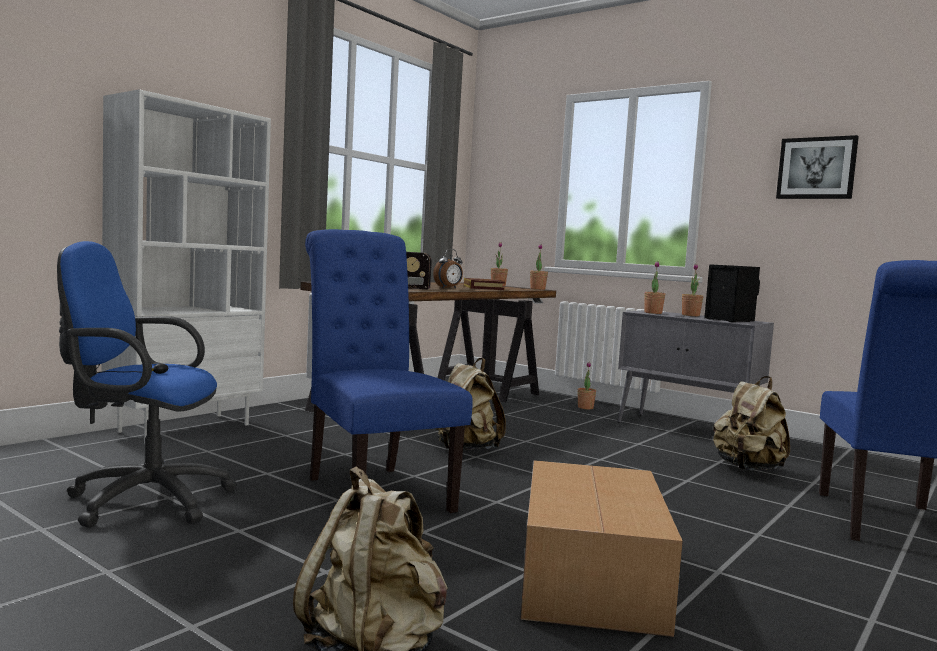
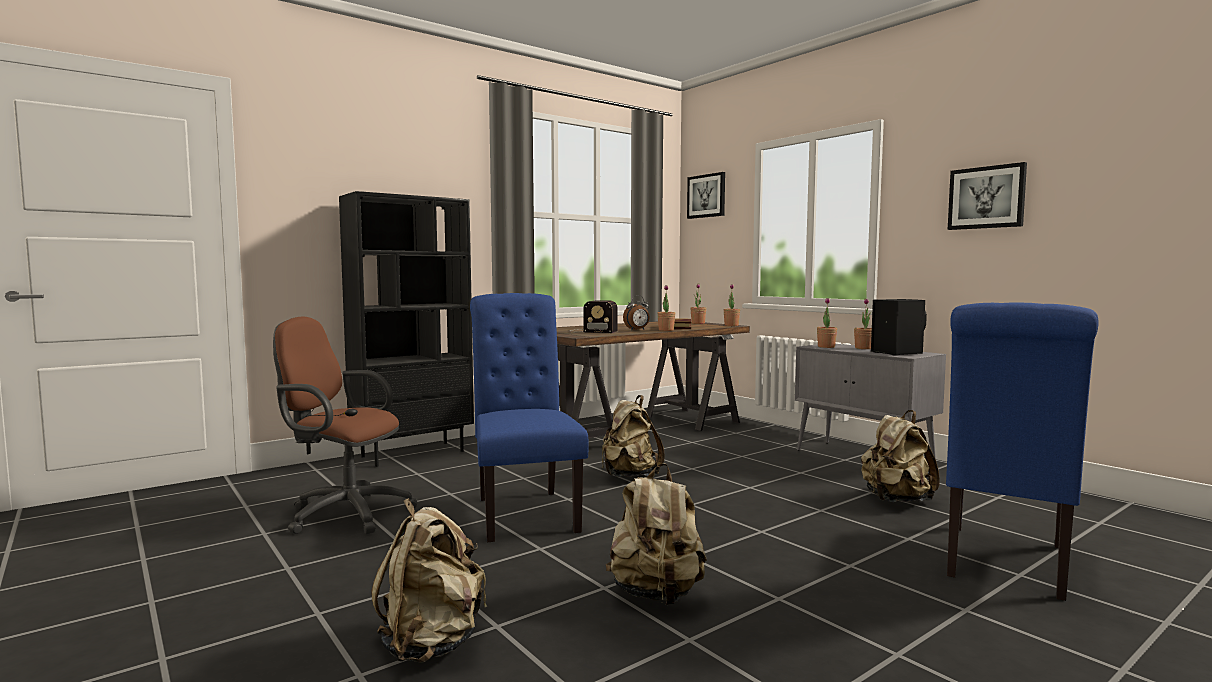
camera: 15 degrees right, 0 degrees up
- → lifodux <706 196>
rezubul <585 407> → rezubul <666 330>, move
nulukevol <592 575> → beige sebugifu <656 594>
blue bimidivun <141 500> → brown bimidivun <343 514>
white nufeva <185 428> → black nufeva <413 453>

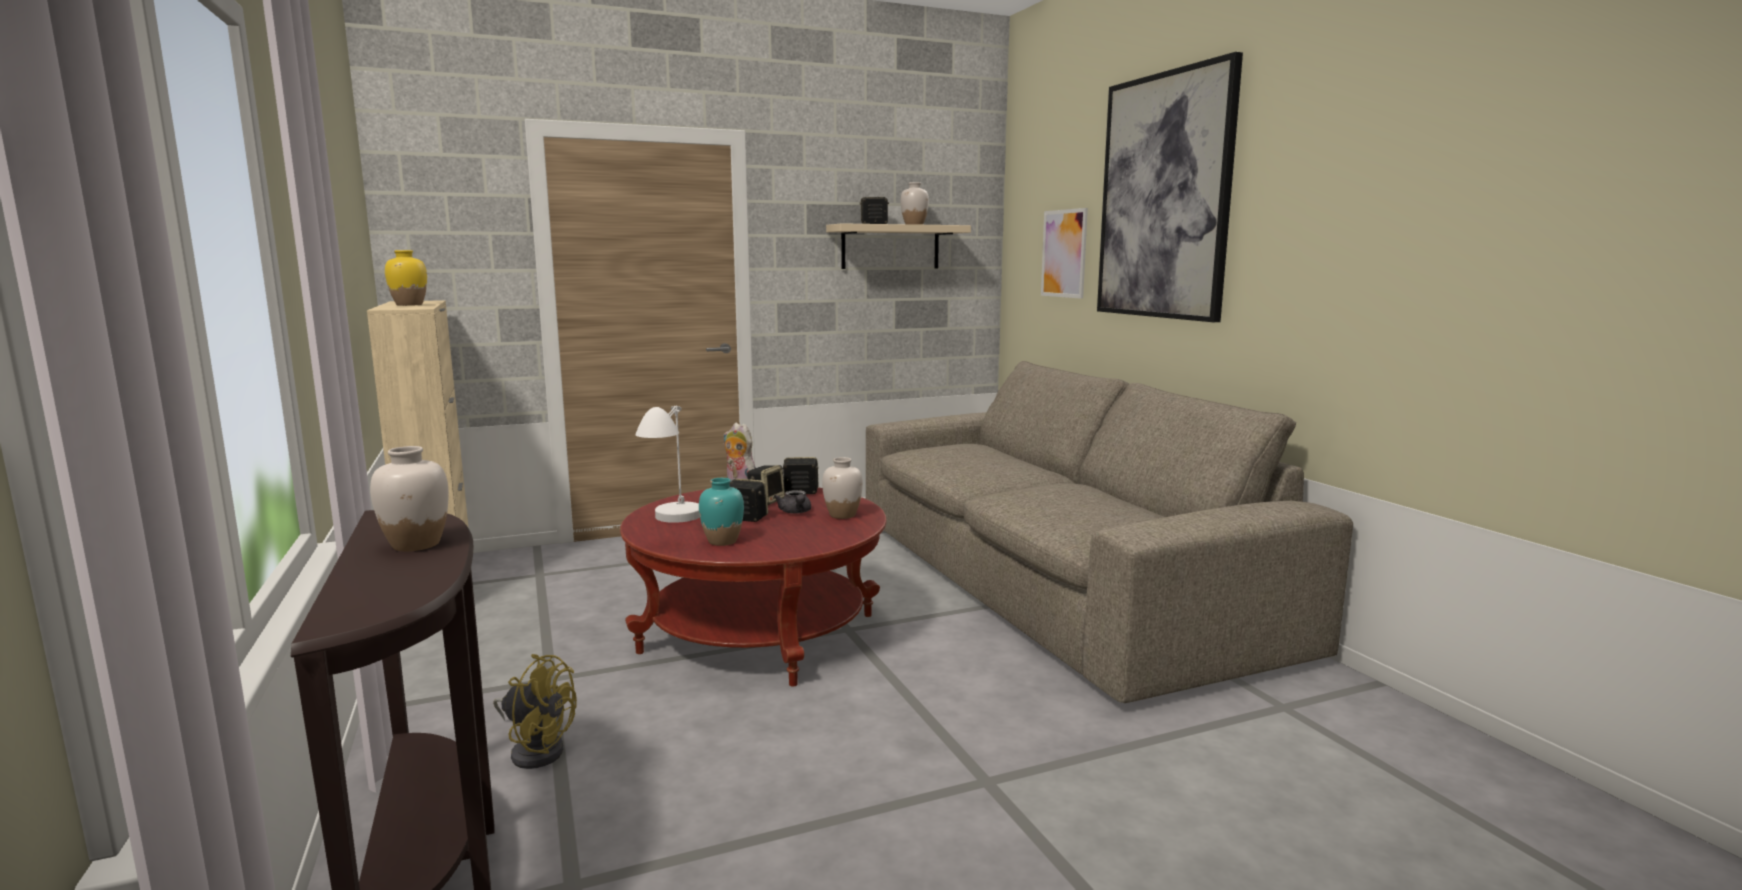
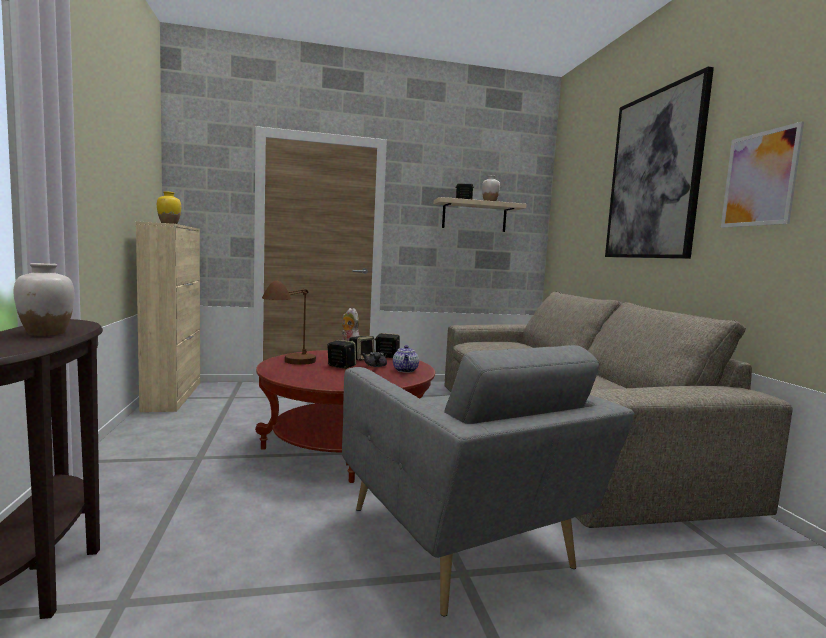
camera: 10 degrees right, 5 degrees down
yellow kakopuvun <536 749> → -
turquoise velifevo <723 541> → -
- → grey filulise <462 542>
lifodux <1064 253> → lifodux <759 179>, move
white velifevo <842 515> → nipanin <405 370>
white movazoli <673 528> → brown movazoli <290 367>

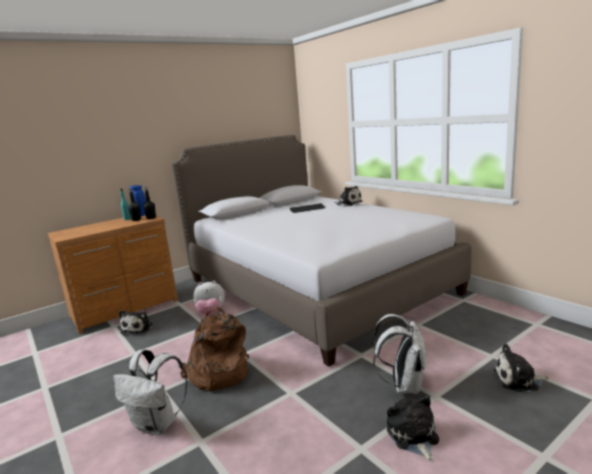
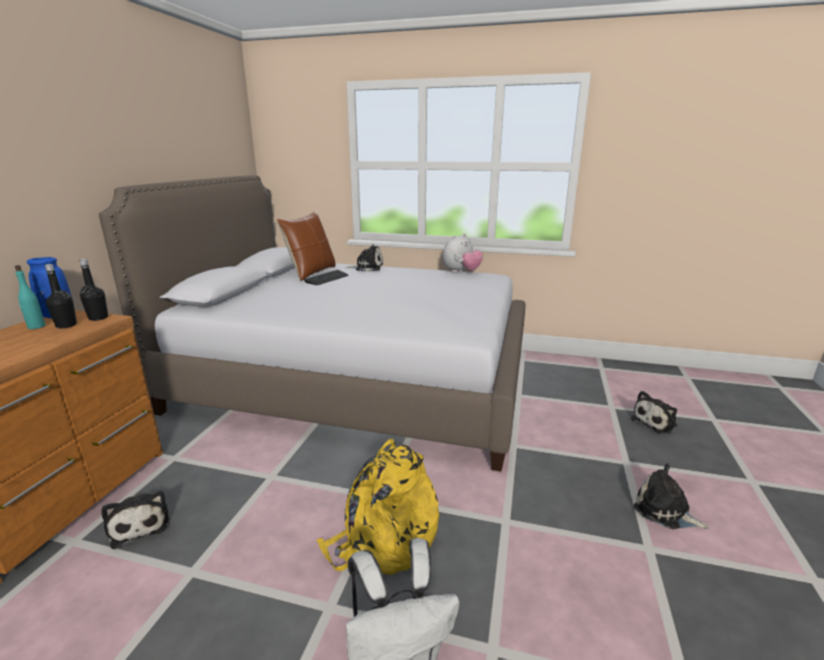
camera: 40 degrees left, 5 degrees up
white sebugifu <403 385> → -
- → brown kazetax <311 272>
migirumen <211 313> → migirumen <461 272>, move
brown sebugifu <217 374> → yellow sebugifu <383 540>

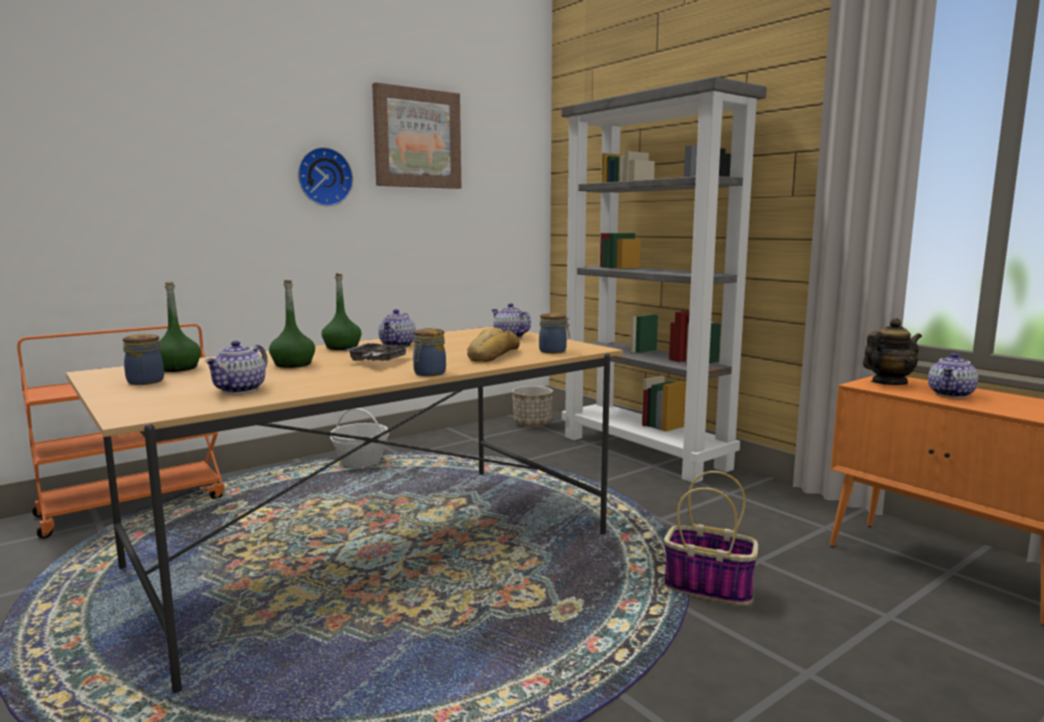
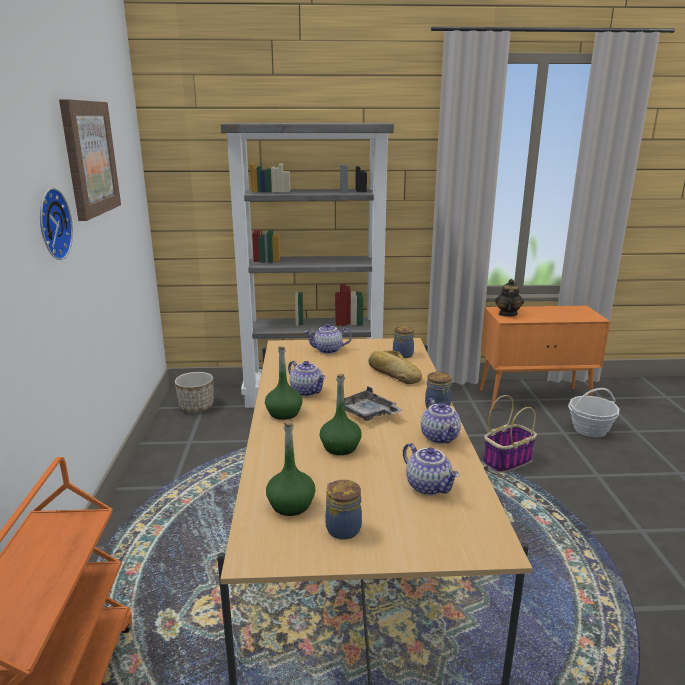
camera: 55 degrees left, 10 degrees up
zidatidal <360 462> → zidatidal <590 429>, move
nipanin <952 394> → nipanin <440 437>, move

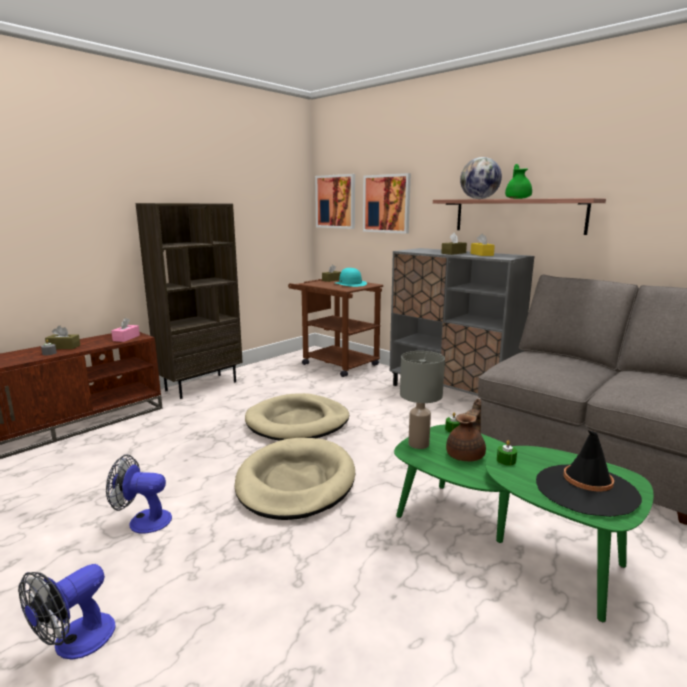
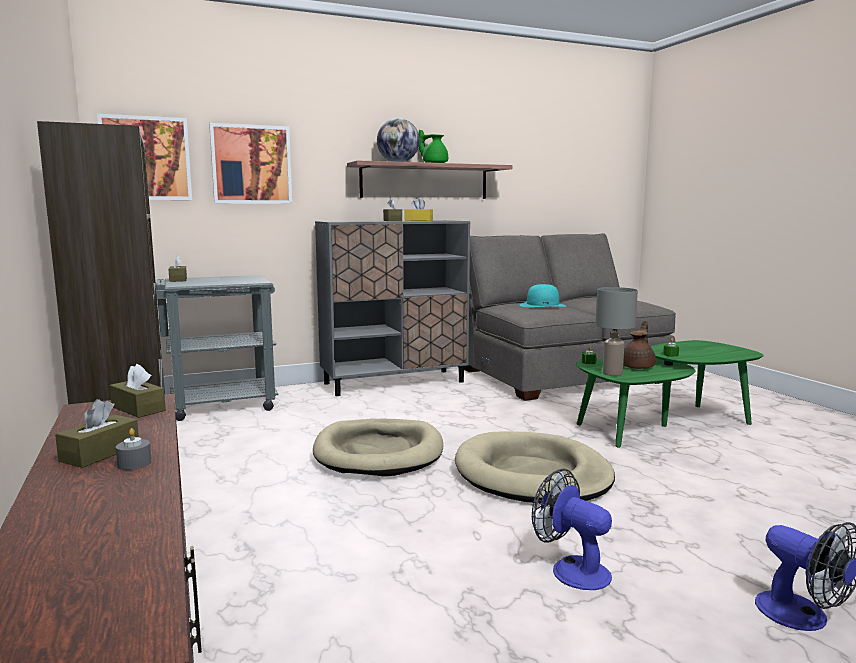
camera: 65 degrees left, 5 degrees down
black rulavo <585 490> → -
turquoise rulavo <350 284> → turquoise rulavo <542 305>, move
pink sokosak <126 338> → brown sokosak <138 409>
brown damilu <335 363> → grey damilu <211 405>
kakopuvun <143 521> → kakopuvun <571 569>, 105 degrees clockwise
brown nipanin <466 455> → brown nipanin <638 367>, 60 degrees clockwise

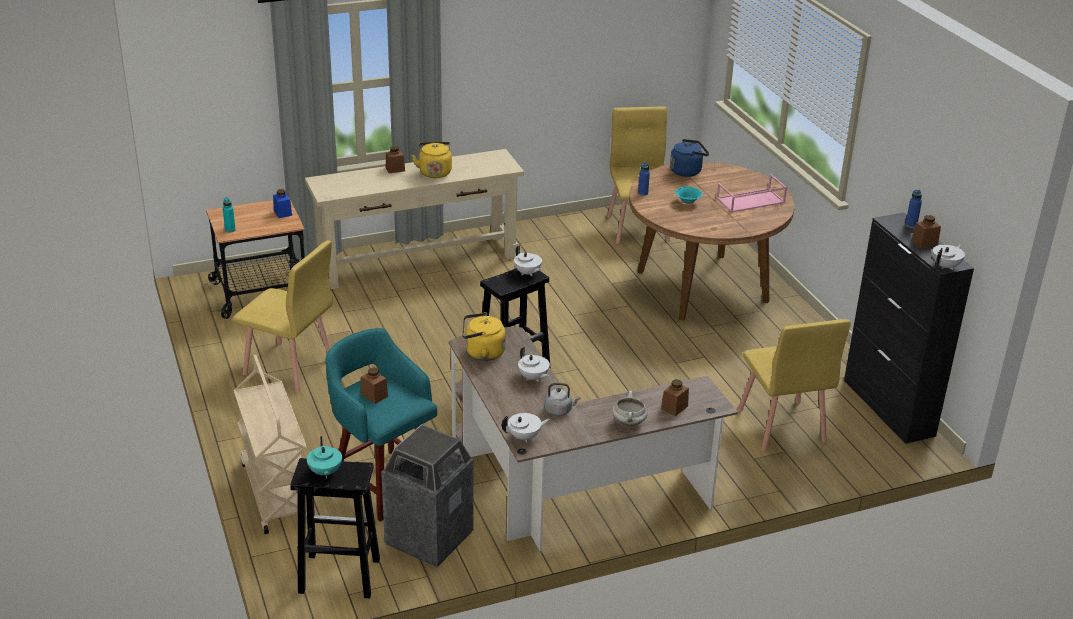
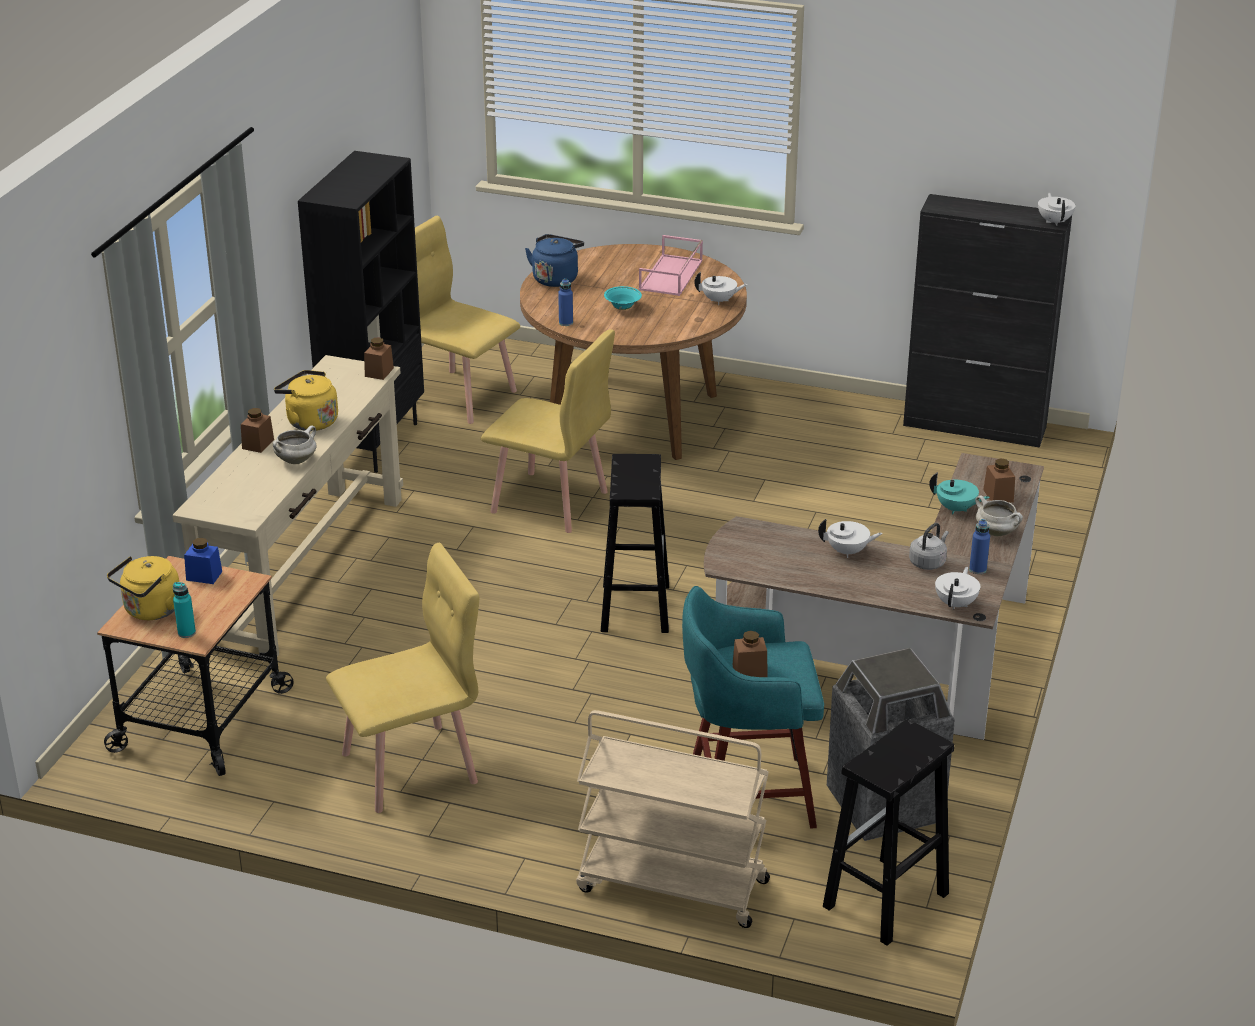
camera: 50 degrees left, 0 degrees up
- → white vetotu <296 460>
- → black nufeva <374 443>
turquoise nipanin <325 472> → turquoise nipanin <956 509>, move
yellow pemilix <482 353> → yellow pemilix <150 611>, move
white nipanin <527 273> → white nipanin <719 301>, move
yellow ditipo <781 426> → yellow ditipo <550 502>, move
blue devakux <911 225> → blue devakux <977 569>, move
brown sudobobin <924 242> → brown sudobobin <379 372>, move

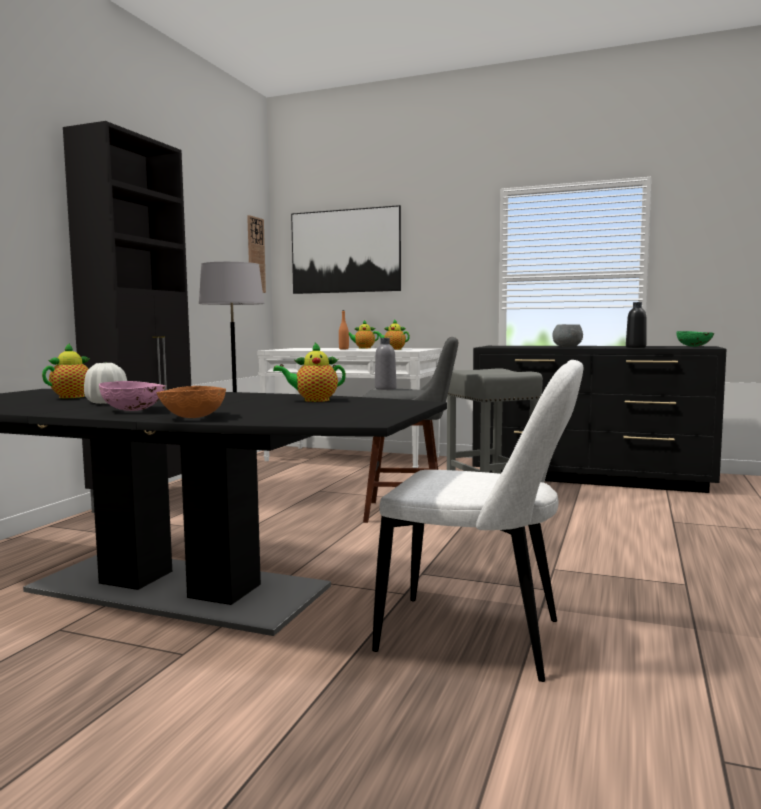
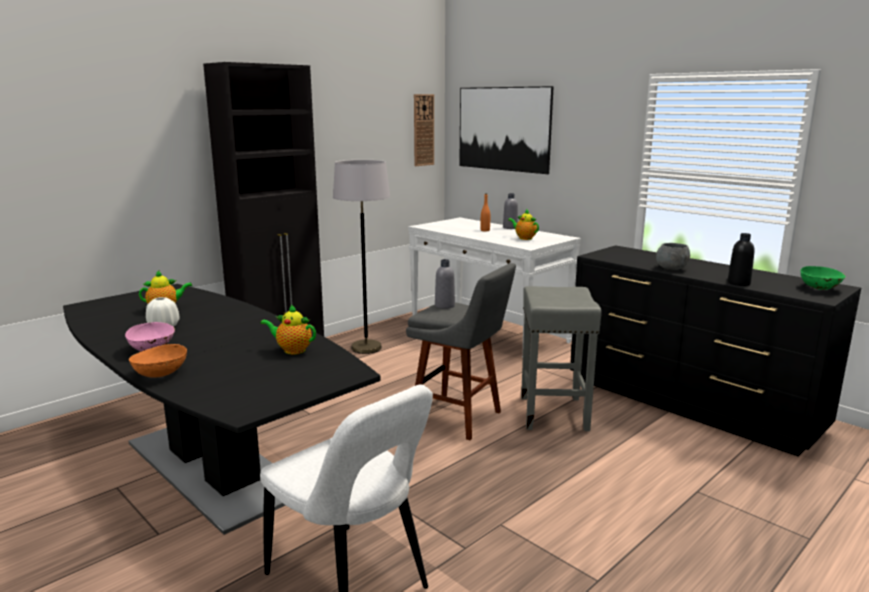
camera: 25 degrees right, 10 degrees up
nipanin <363 348> → grey devakux <510 227>

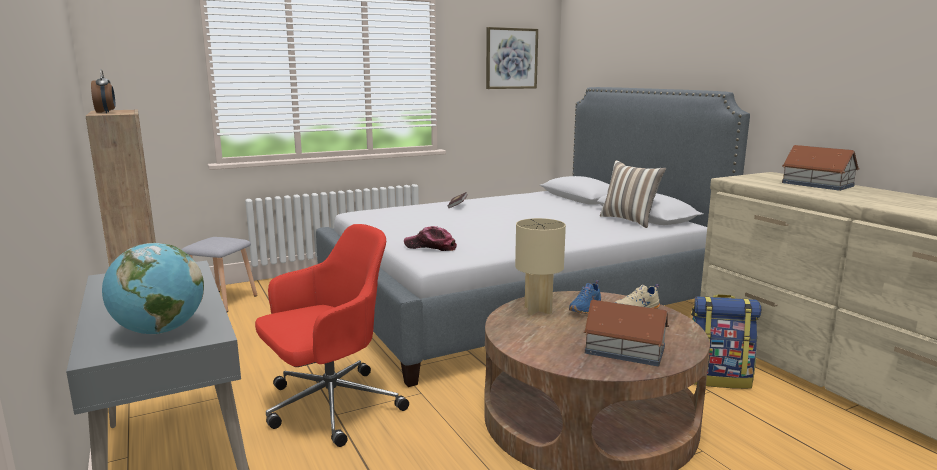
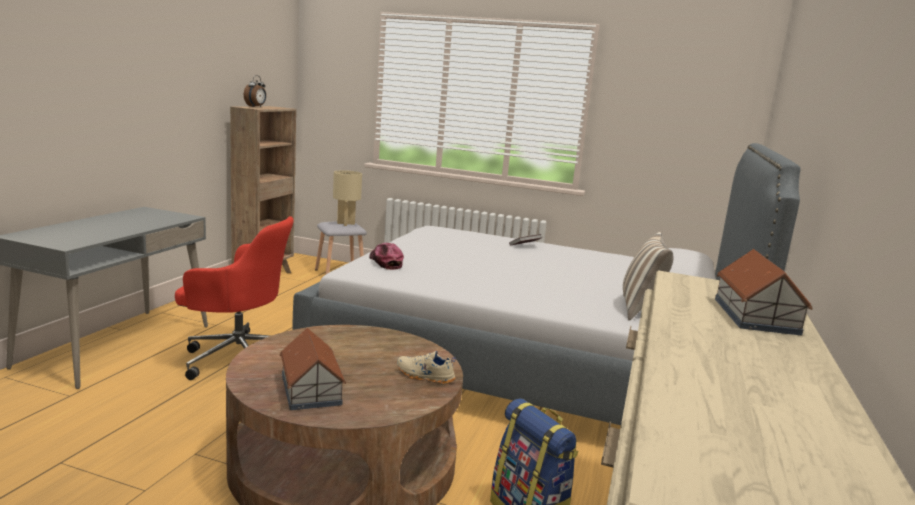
camera: 45 degrees right, 0 degrees up
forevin <159 331> → -
lifodux <511 58> → -
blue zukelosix <586 309> → -
beige movazoli <538 310> → beige movazoli <346 224>, move

